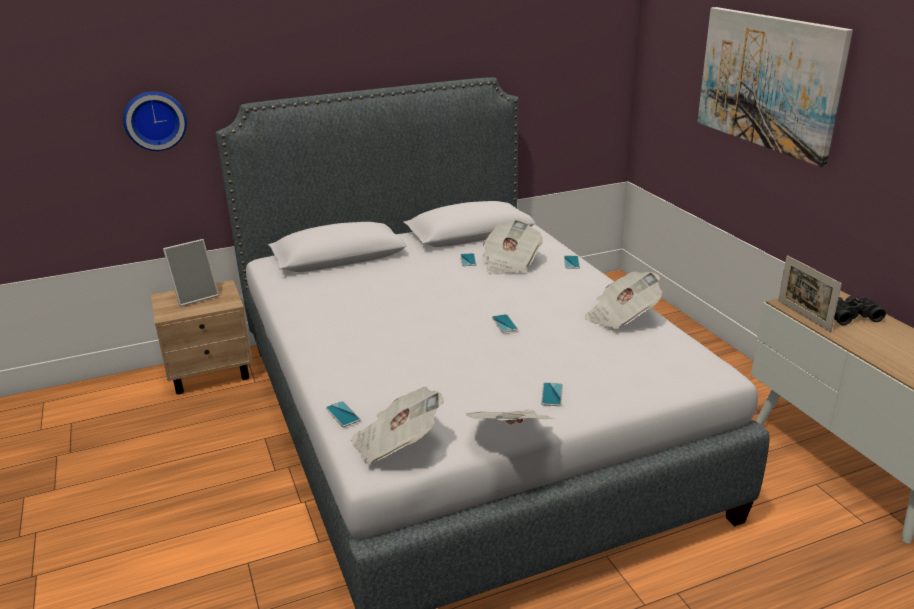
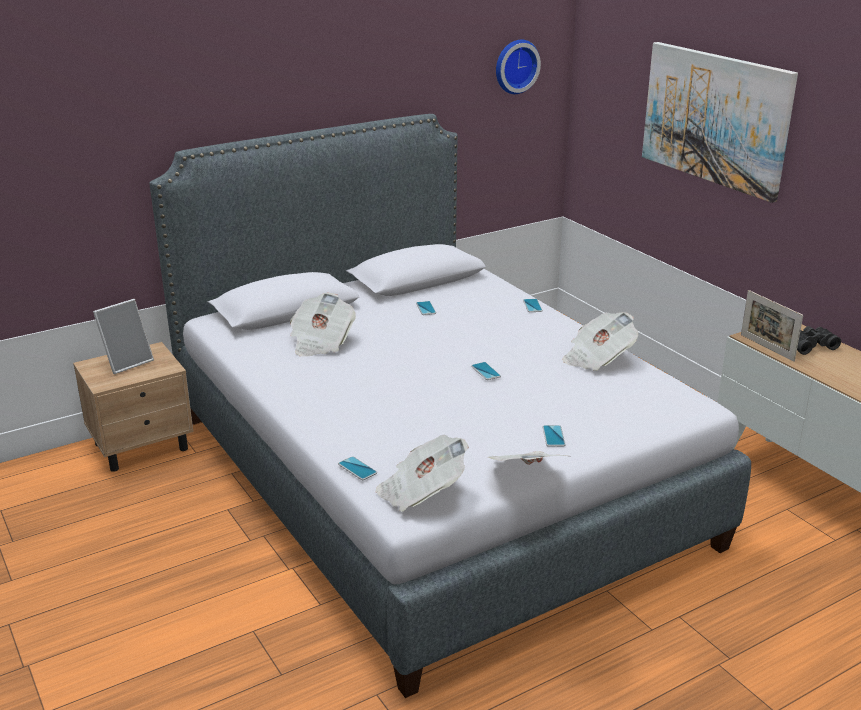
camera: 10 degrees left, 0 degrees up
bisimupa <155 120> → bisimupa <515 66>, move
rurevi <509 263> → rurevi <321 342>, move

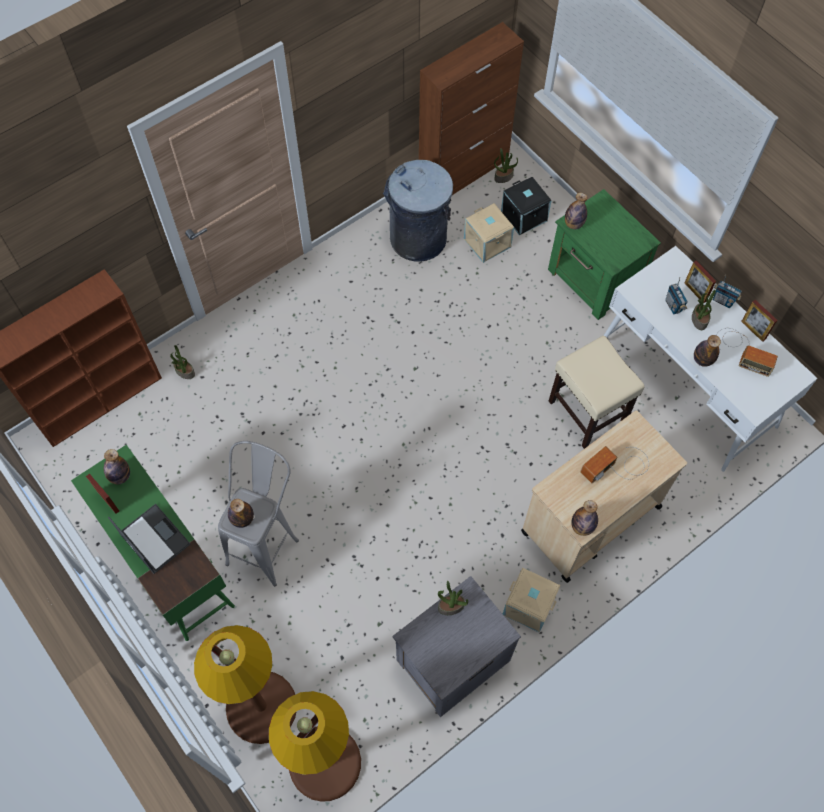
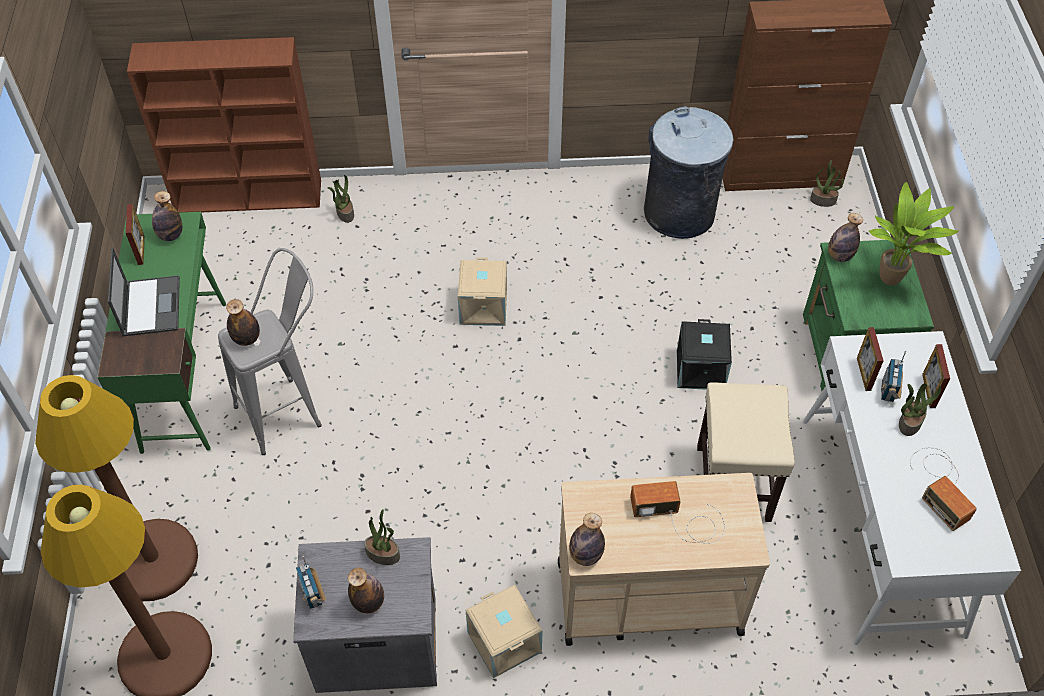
camera: 35 degrees right, 10 degrees down
- → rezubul <893 280>
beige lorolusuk <488 242> → beige lorolusuk <484 307>, move
black lorolusuk <524 216> → black lorolusuk <701 370>, move
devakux <702 360> → devakux <368 602>, move
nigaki <723 301> → nigaki <312 594>, move
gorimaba <753 330> → gorimaba <863 374>, move

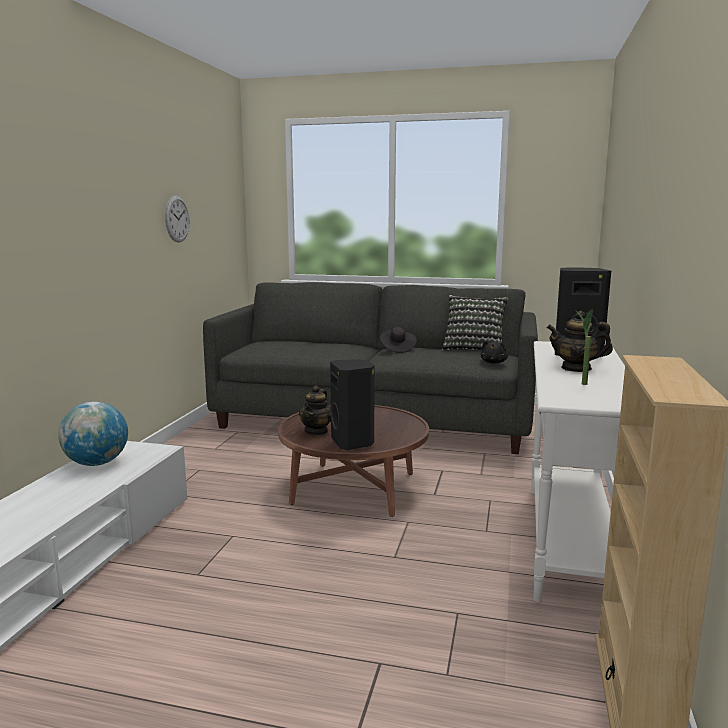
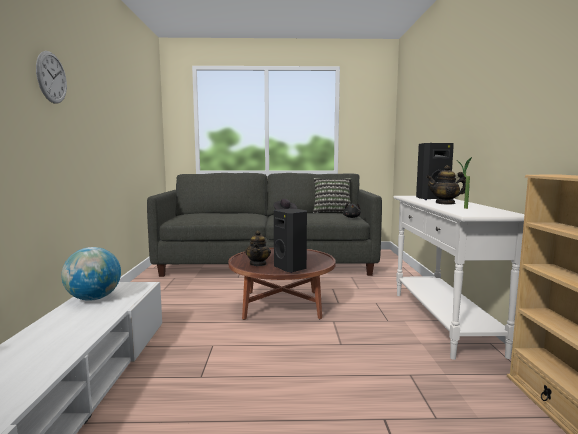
camera: 15 degrees left, 5 degrees down
bisimupa <177 219> → bisimupa <51 77>, move

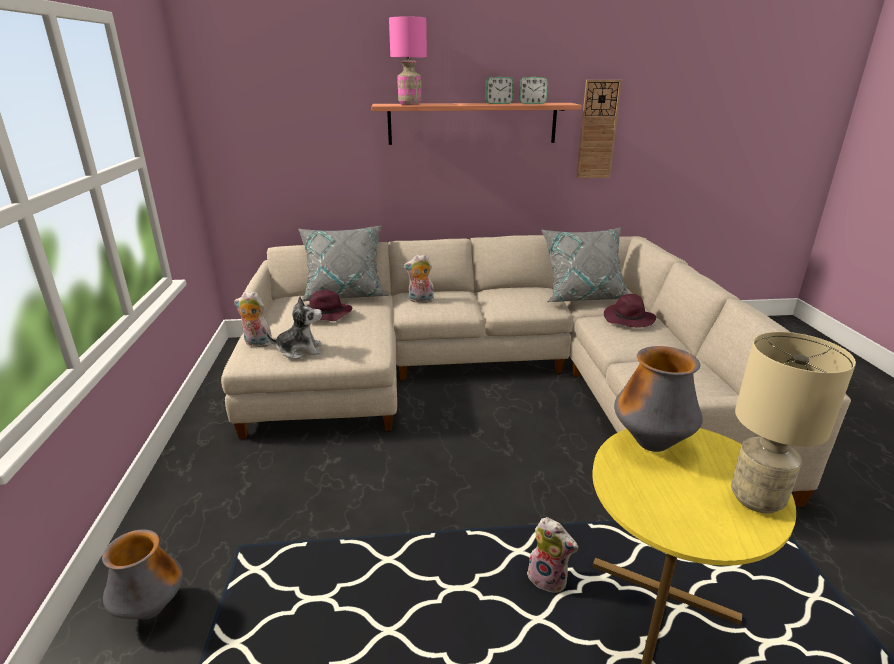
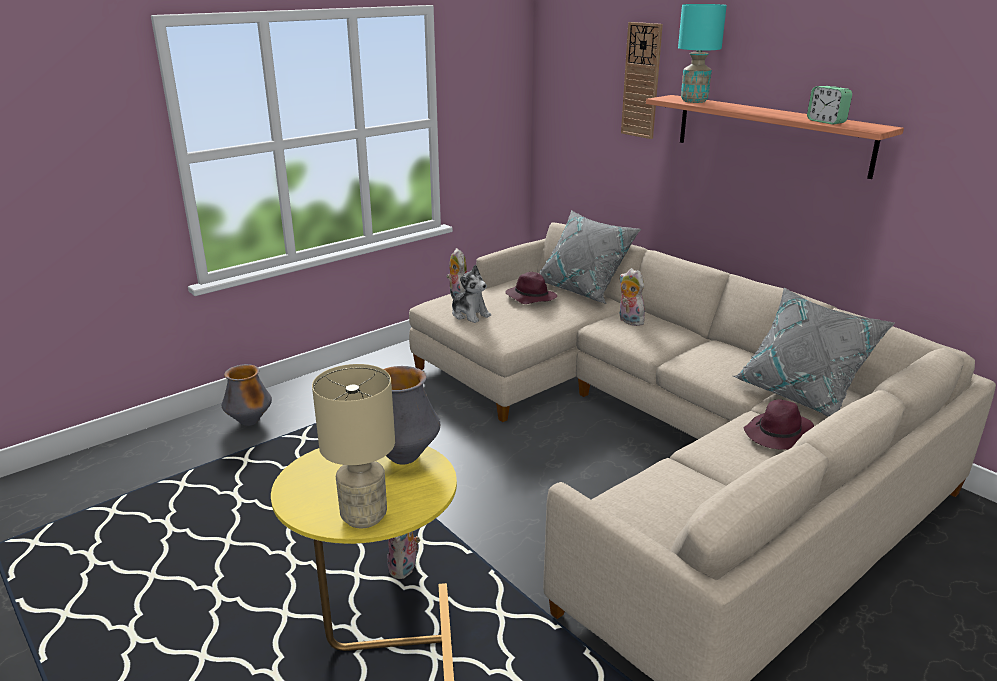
camera: 55 degrees right, 0 degrees up
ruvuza <498 103> → -
bisimupa <597 130> → bisimupa <641 81>, move
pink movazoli <409 104> → turquoise movazoli <693 101>

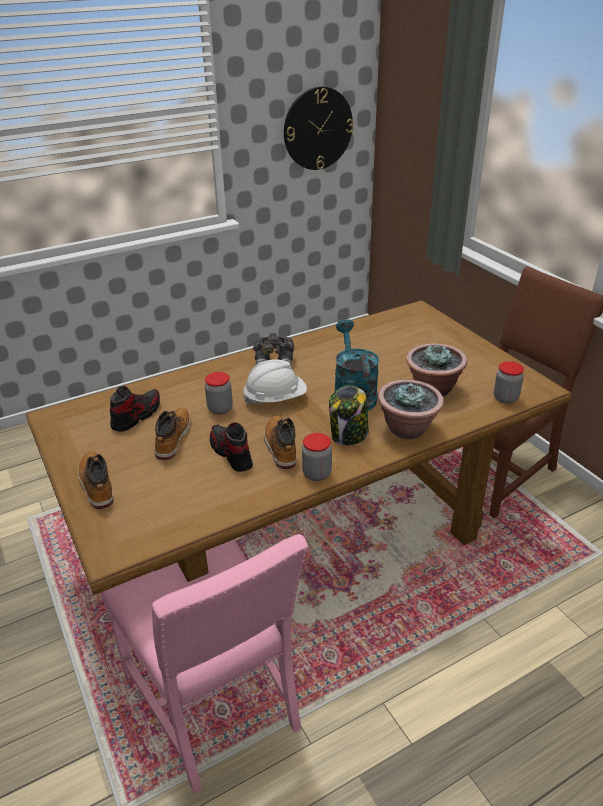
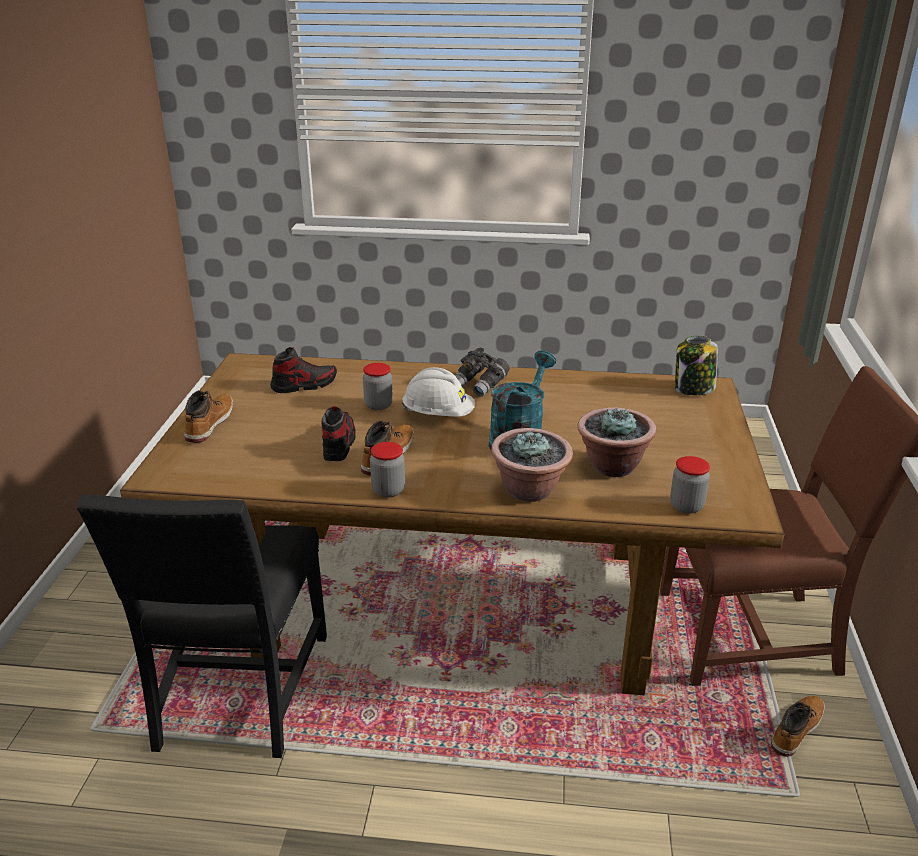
camera: 35 degrees right, 5 degrees down
bisimupa <318 129> → -
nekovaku <172 438> → nekovaku <795 729>, move
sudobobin <349 435> → sudobobin <693 389>, move
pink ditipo <217 702> → black ditipo <238 694>

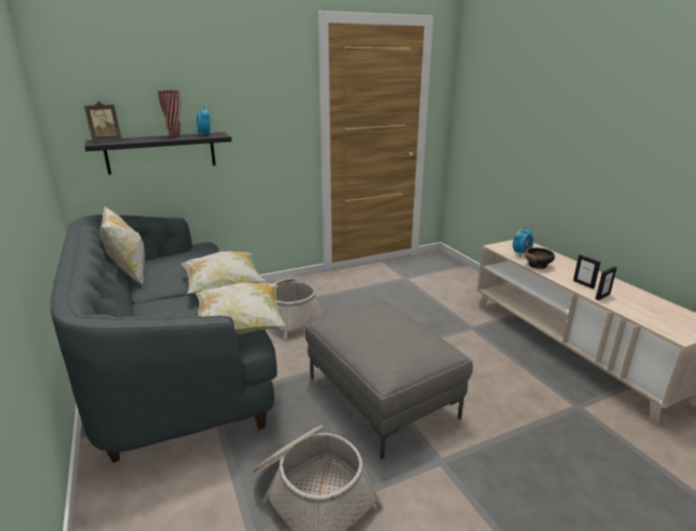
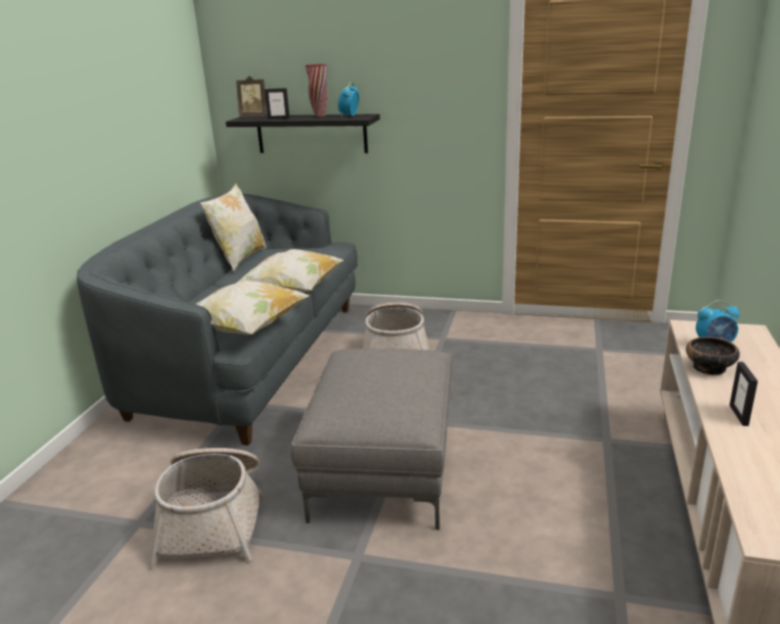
camera: 40 degrees right, 0 degrees up
gorimaba <602 296> → gorimaba <278 118>, move

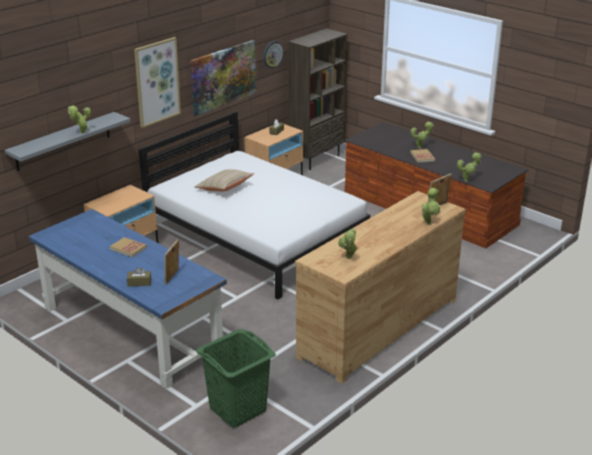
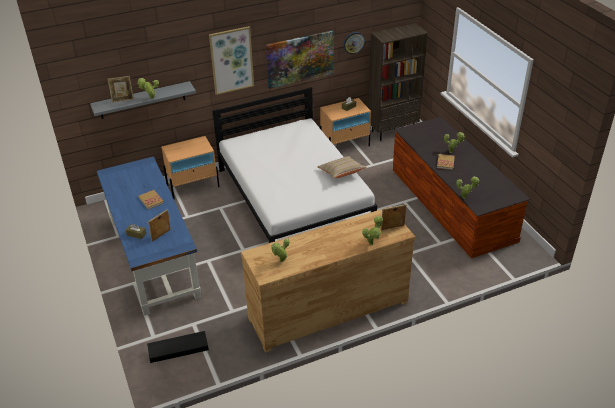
camera: 25 degrees right, 10 degrees up
- → gorimaba <123 100>
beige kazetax <224 188> → beige kazetax <341 173>, move
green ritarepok <237 409> → black lorolusuk <178 349>

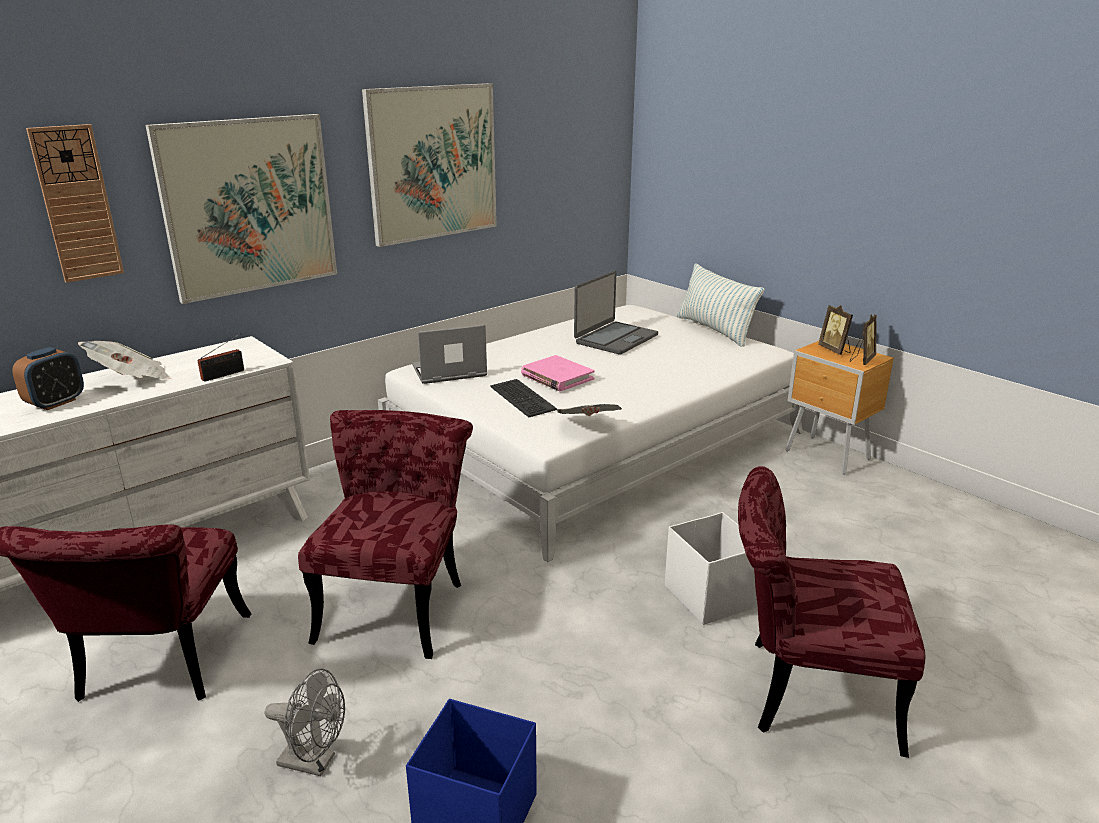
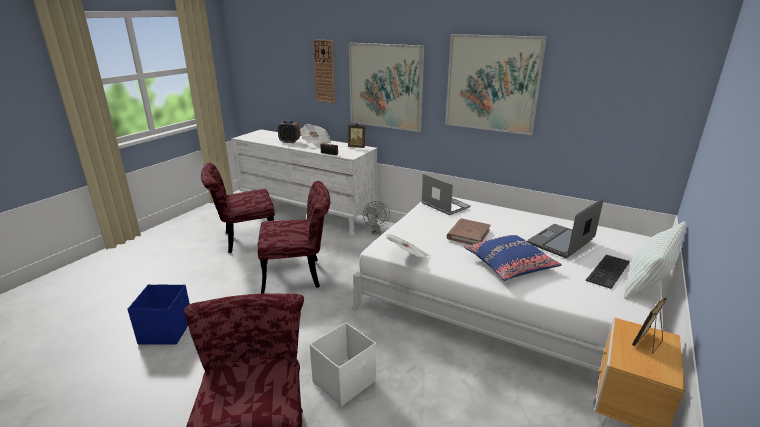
camera: 70 degrees right, 0 degrees up
- → blue kazetax <509 265>
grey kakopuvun <314 762> → grey kakopuvun <376 231>, move
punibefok <521 398> → punibefok <607 271>, move
gorimaba <862 360> → gorimaba <357 147>, move
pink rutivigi <557 377> → brown rutivigi <468 234>
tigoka <615 339> → tigoka <561 242>, 120 degrees clockwise

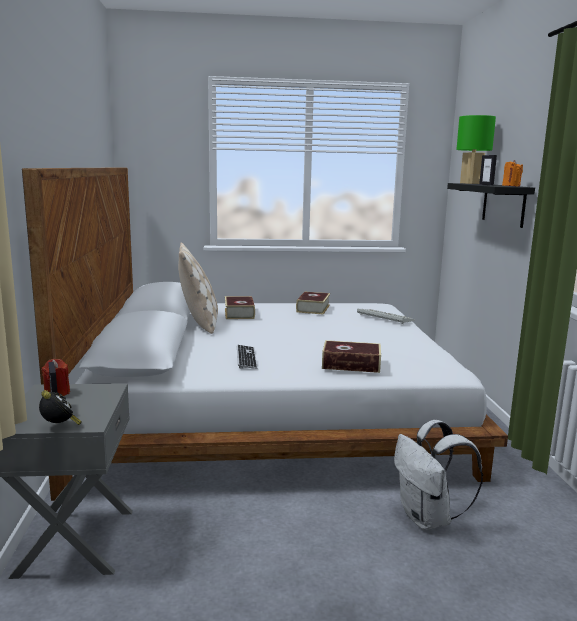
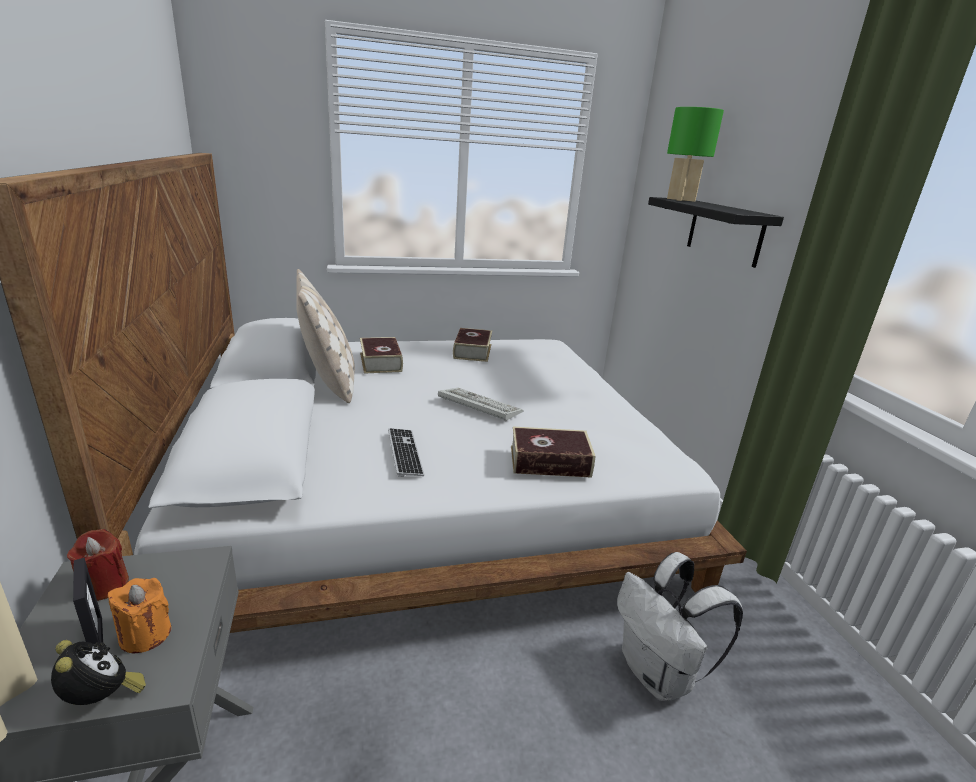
camera: 10 degrees left, 10 degrees up
gorimaba <486 185> → -
punibefok <383 318> → punibefok <477 406>, move
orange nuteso <511 186> → orange nuteso <145 635>, move

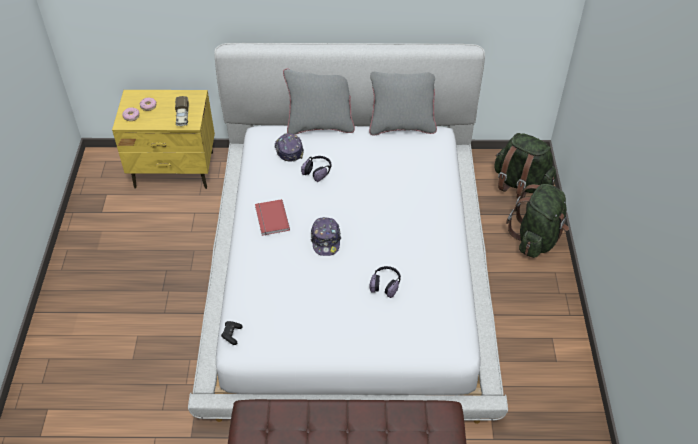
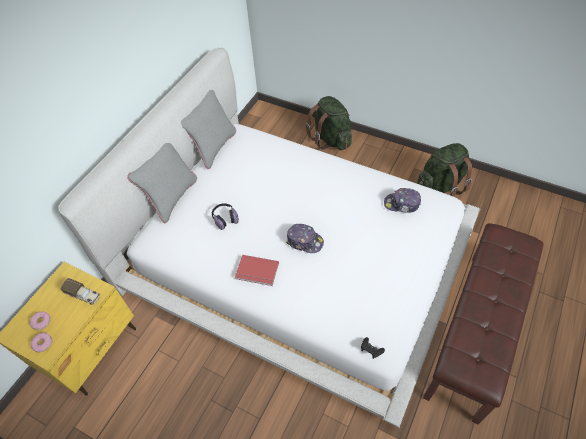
camera: 60 degrees left, 5 degrees up
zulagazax <385 284> → -
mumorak <288 150> → mumorak <402 204>, move
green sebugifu <520 184> → green sebugifu <440 186>, move

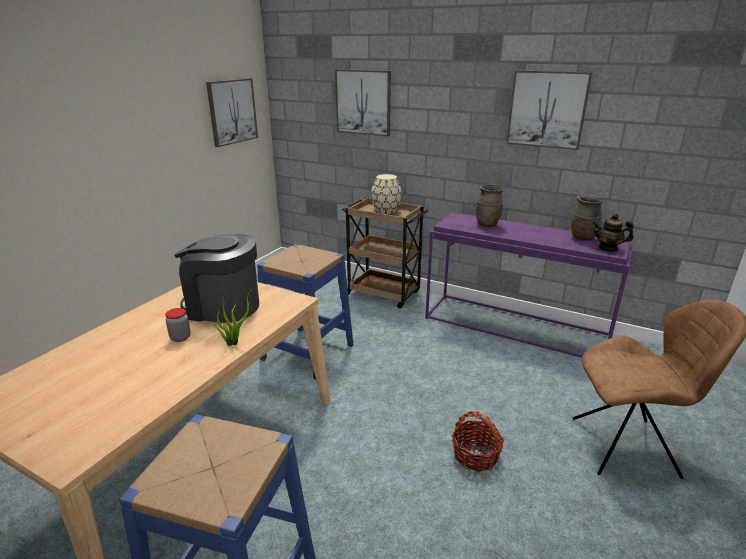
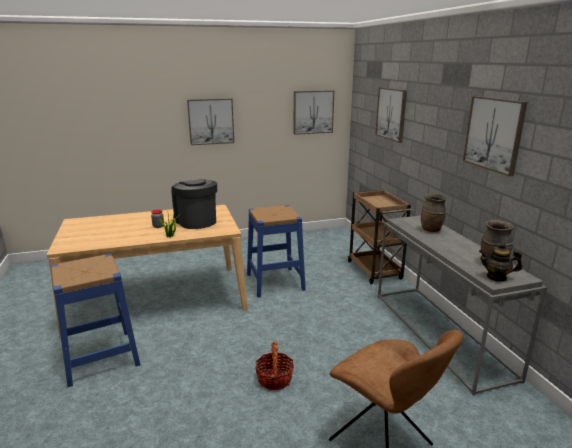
camera: 45 degrees right, 5 degrees down
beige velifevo <386 211> → -
- → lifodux <211 121>
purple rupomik <516 326> → grey rupomik <441 334>
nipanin <608 248> → nipanin <496 277>, 45 degrees counterclockwise

